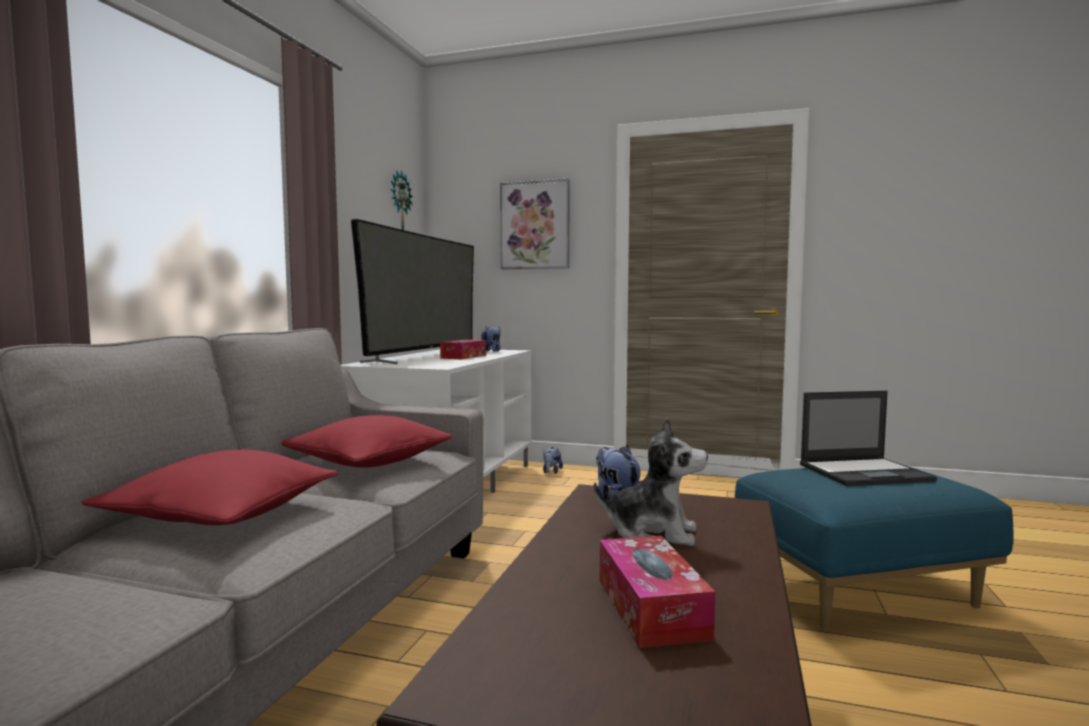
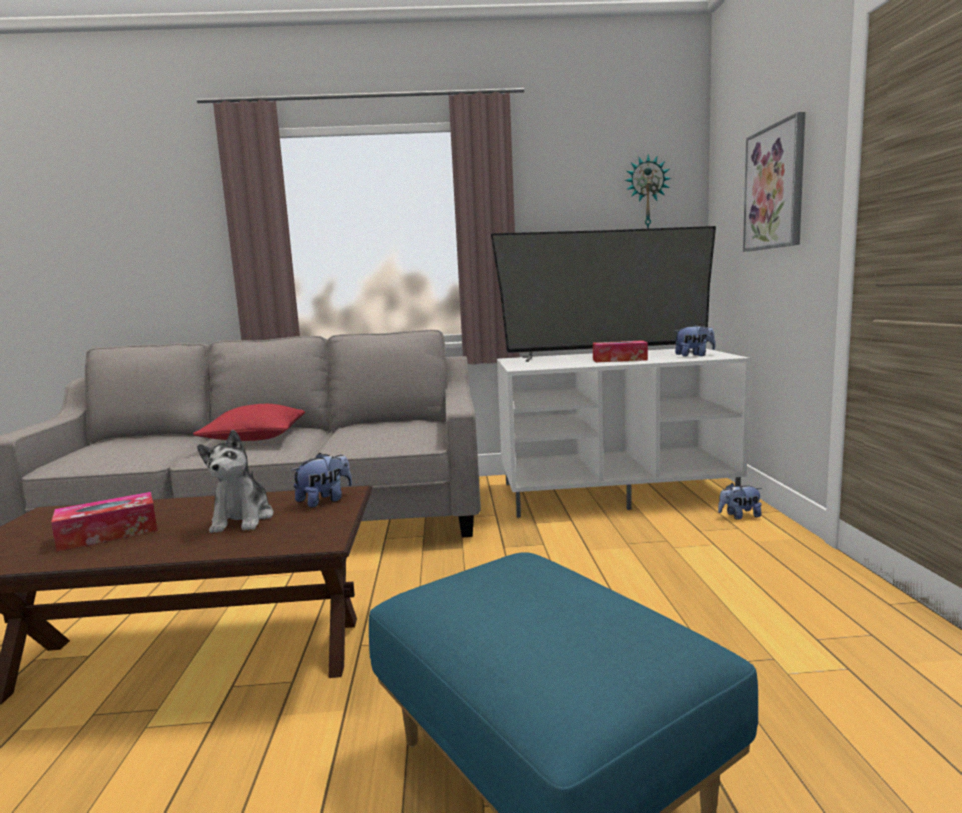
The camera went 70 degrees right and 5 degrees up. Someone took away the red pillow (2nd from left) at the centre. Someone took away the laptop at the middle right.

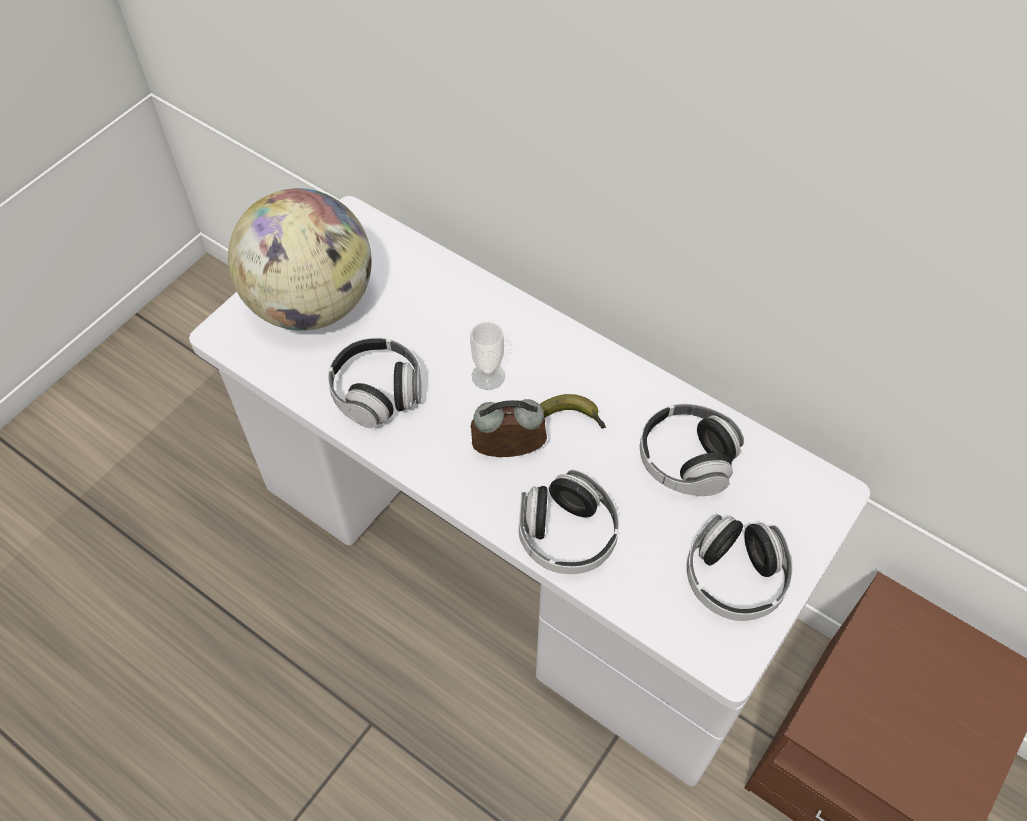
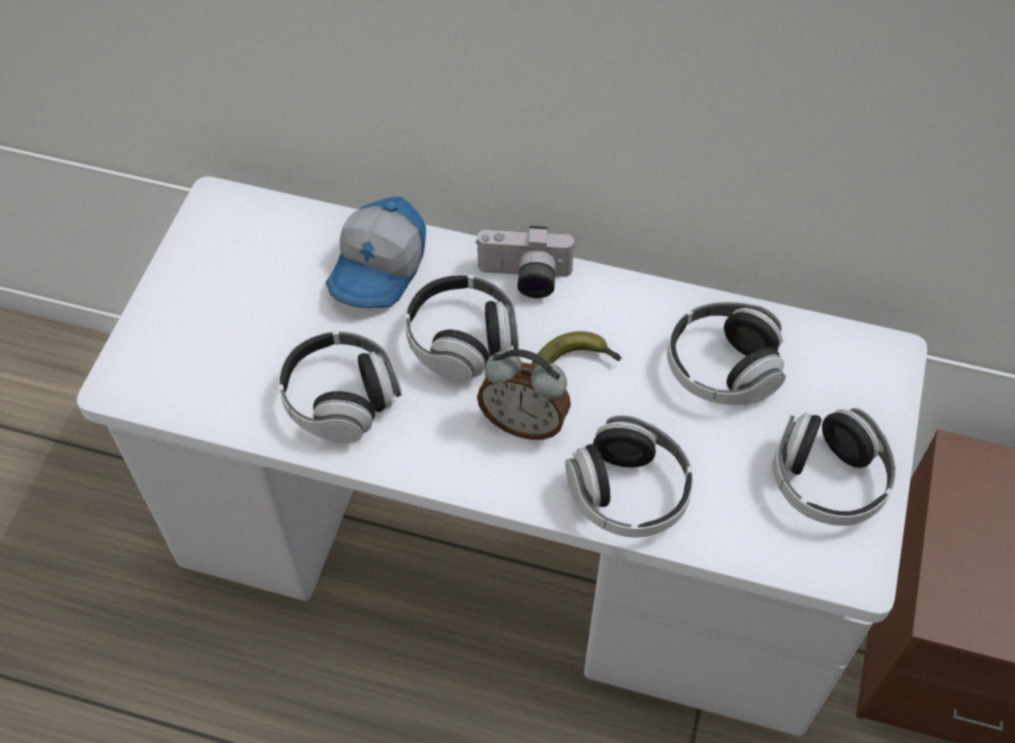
The camera went 20 degrees left and 0 degrees up. Someone took away the globe at the top left. Someone swapped the cup at the centre for the headphones (2nd from left) at the centre. Someone rotated the alarm clock at the centre by 135 degrees counterclockwise. Someone put down the cap at the centre. Someone put down the photo camera at the centre.

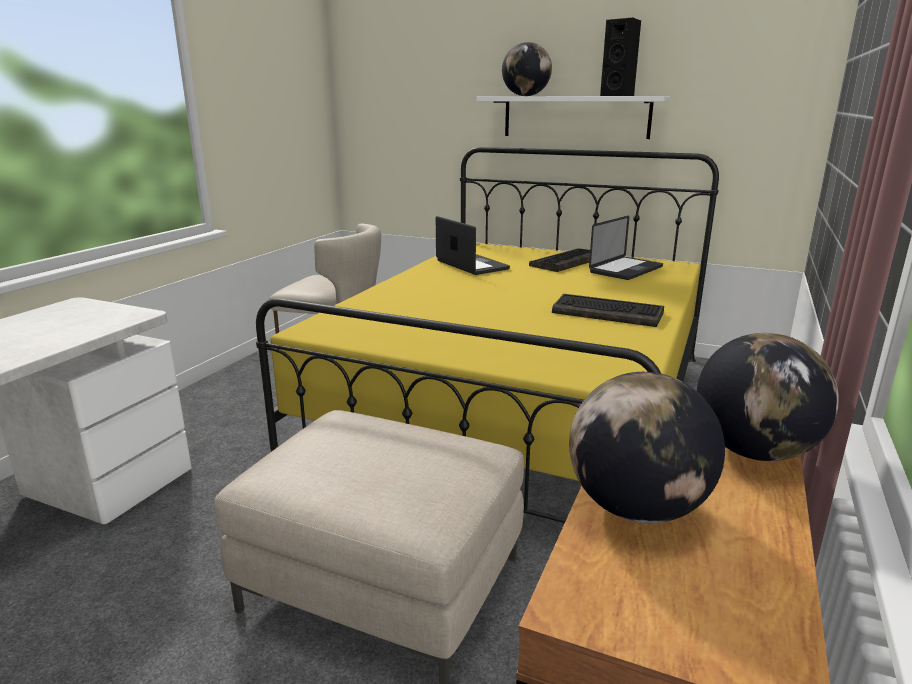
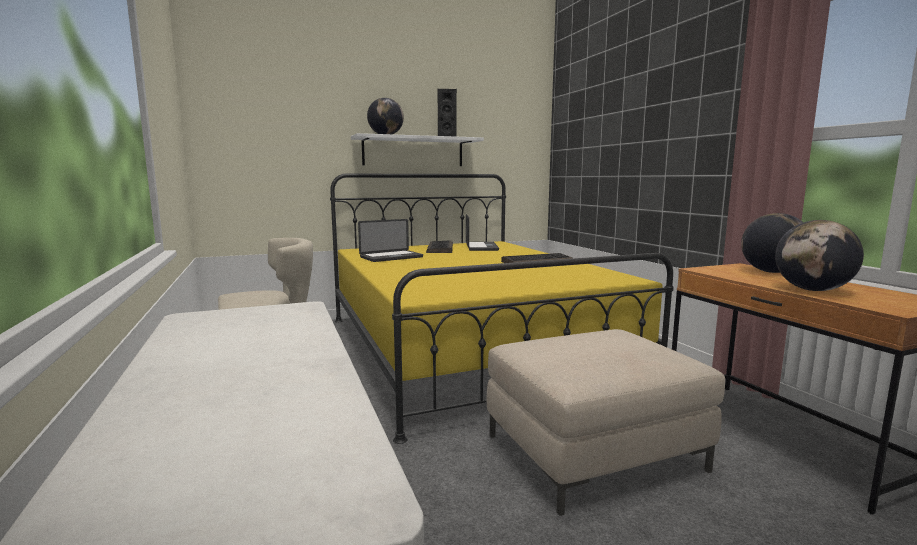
The camera went 45 degrees left and 10 degrees down. Someone rotated the laptop (1st from left) at the centre by 135 degrees clockwise.

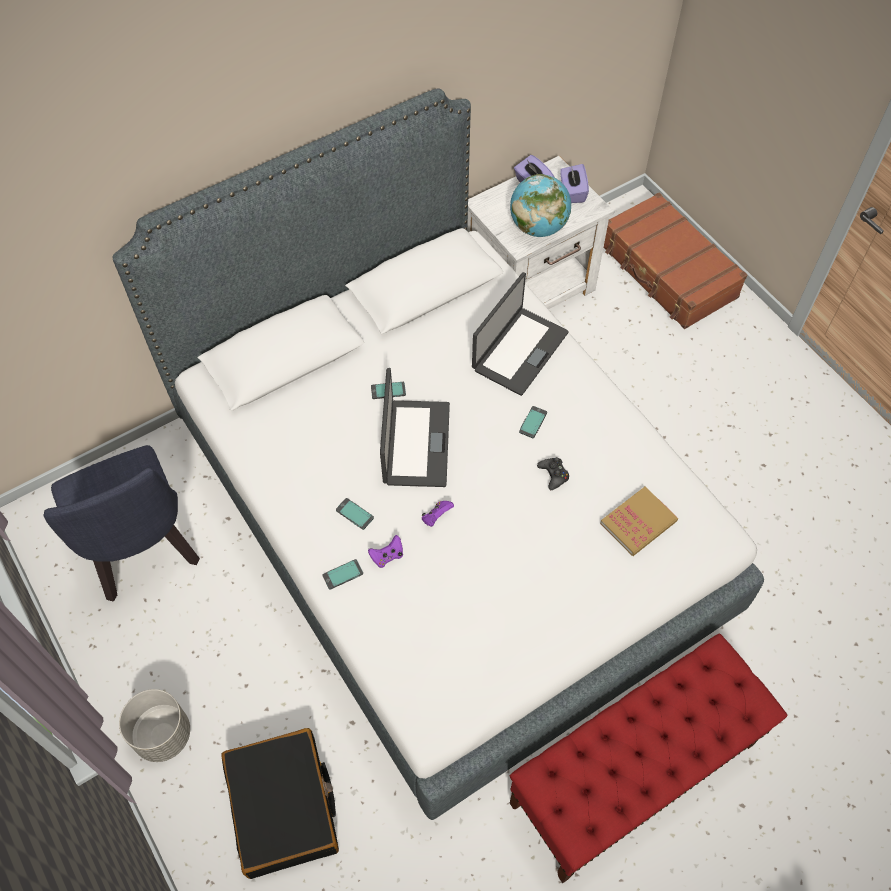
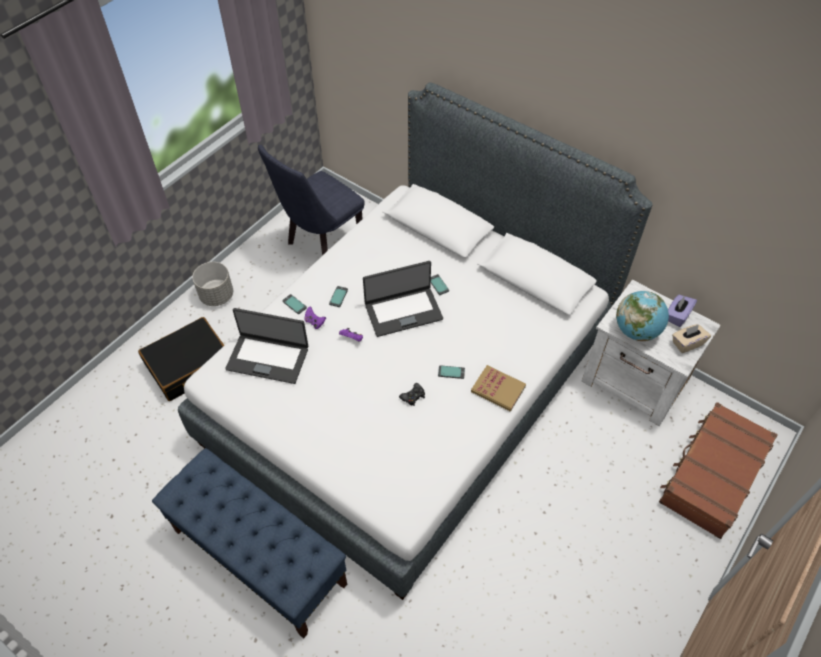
The camera went 70 degrees right and 5 degrees down. Someone carried the laptop (2nd from left in the first image) from the centre to the middle left. Someone repainted the red bench at the bottom right, which became the blue bench at the bottom left. Someone repainted the purple tissue box (2nd from left) at the top centre, which became the beige tissue box at the middle right. Someone carried the book from the middle right to the centre.

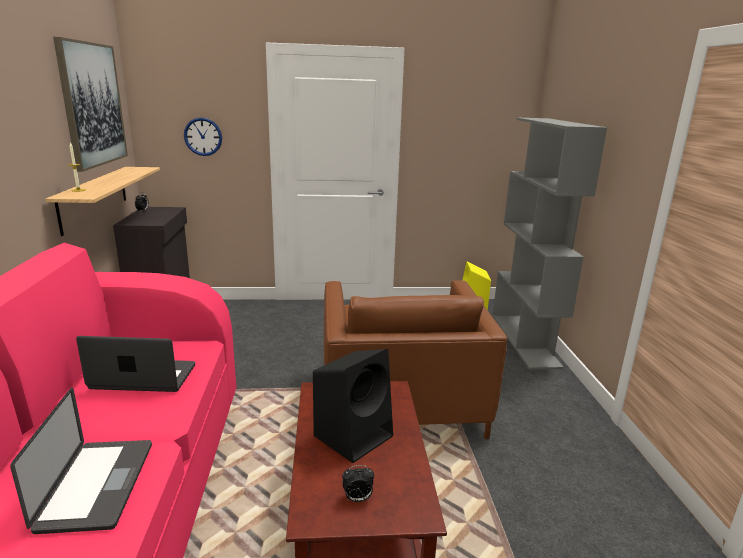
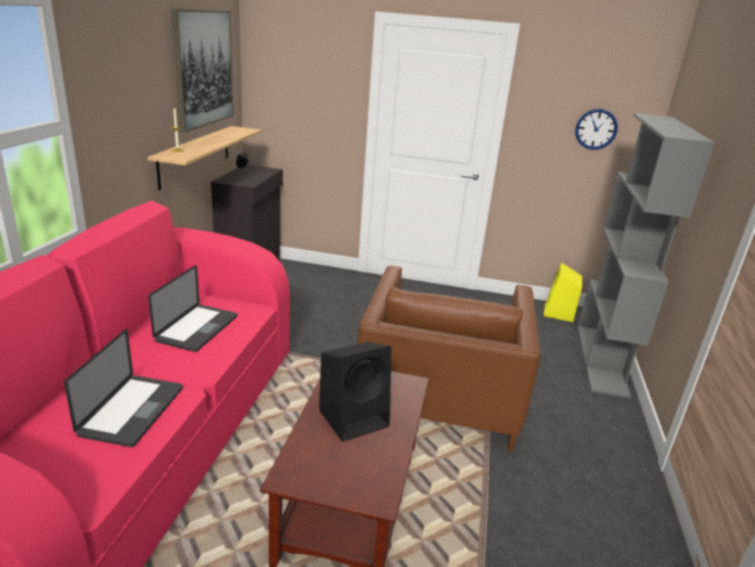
The camera went 15 degrees right and 5 degrees up. Someone rotated the laptop (2nd from left) at the middle left by 90 degrees clockwise. Someone carried the wall clock from the top left to the top right. Someone took away the alarm clock (2nd from left) at the bottom centre.

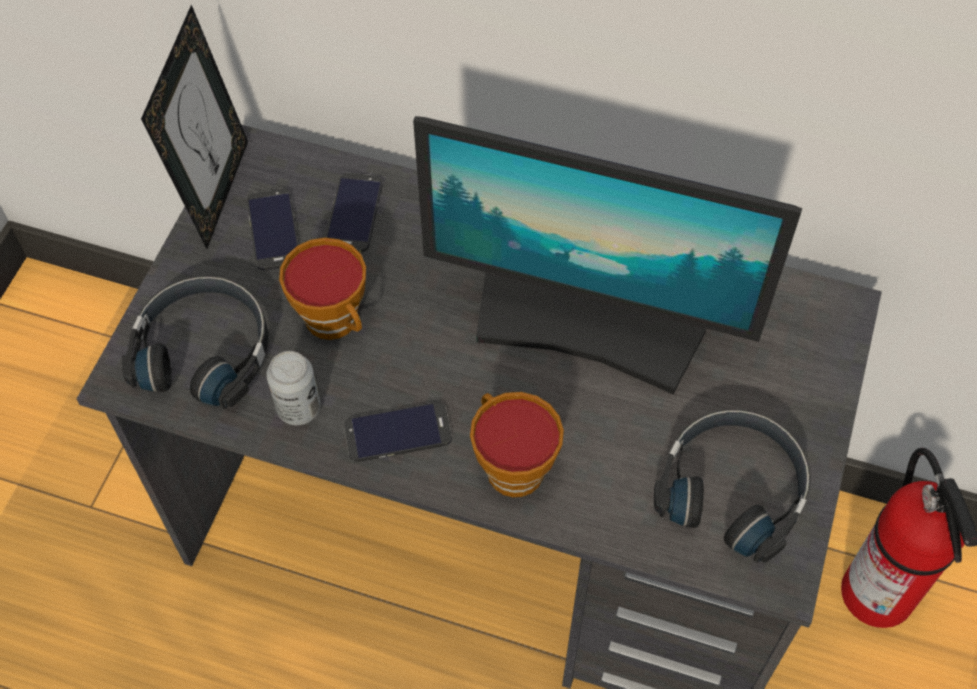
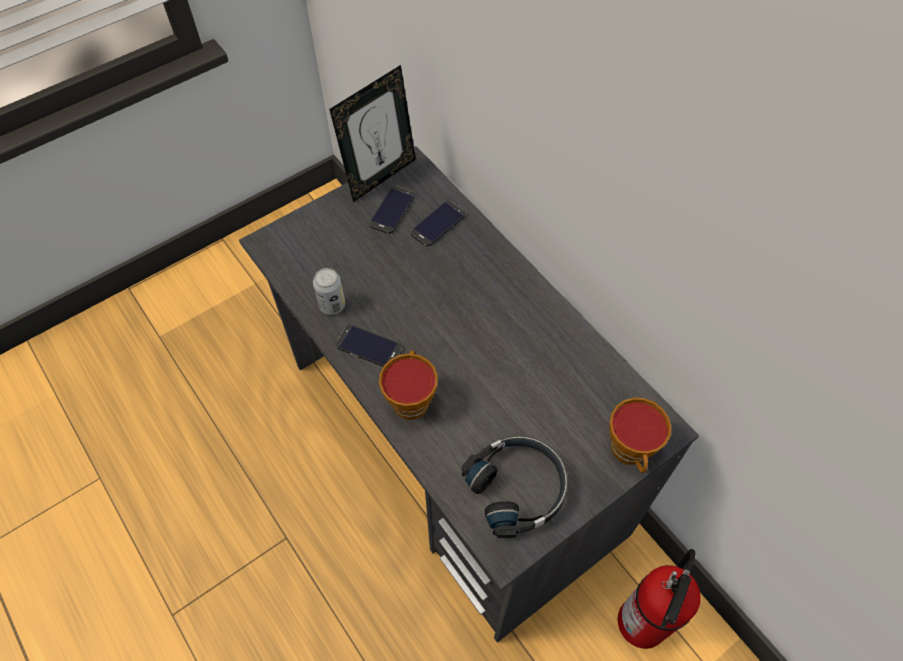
The camera went 35 degrees right and 0 degrees up. Someone took away the black headphones (1st from left) at the middle left. Someone carried the cup (1st from left in the first image) from the middle left to the middle right. Someone took away the monitor at the centre.

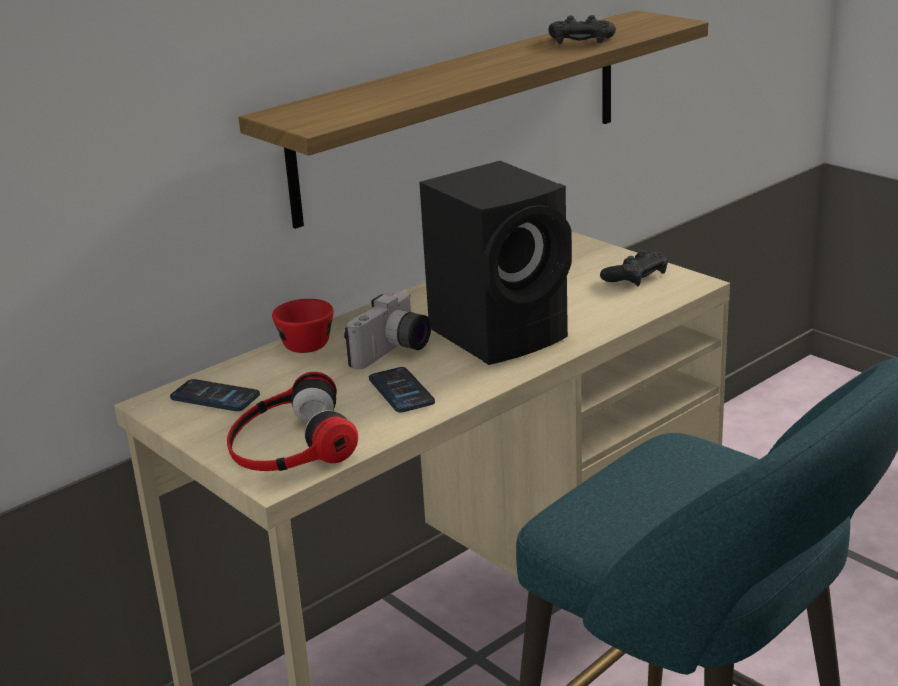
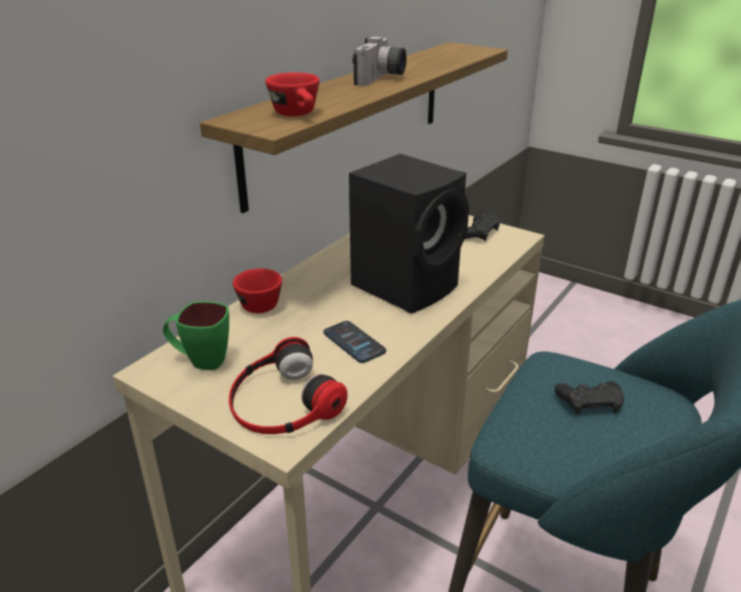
The camera went 15 degrees left and 5 degrees up. Someone swapped the phone (1st from left) at the middle left for the green mug at the middle left. Someone carried the photo camera from the centre to the top centre. Someone carried the black game controller (1st from left in the first image) from the top centre to the bottom right. Someone put down the red cup (2nd from left) at the top centre.

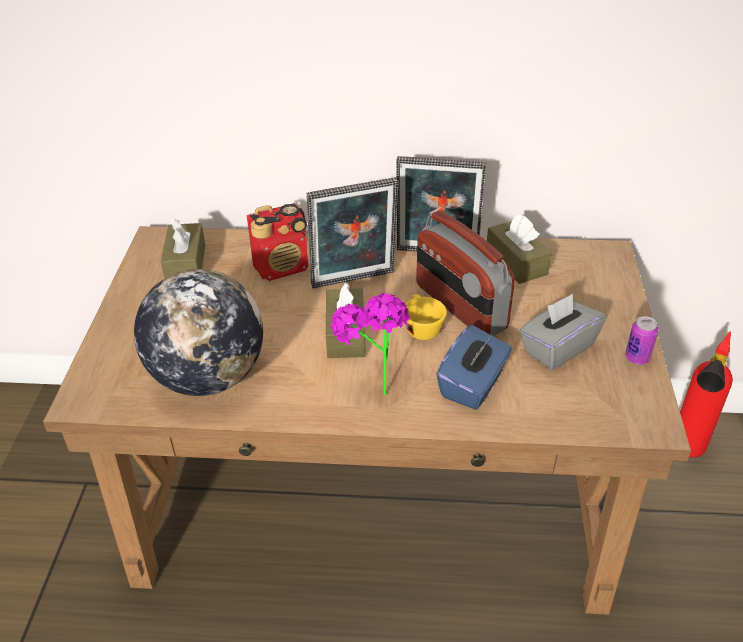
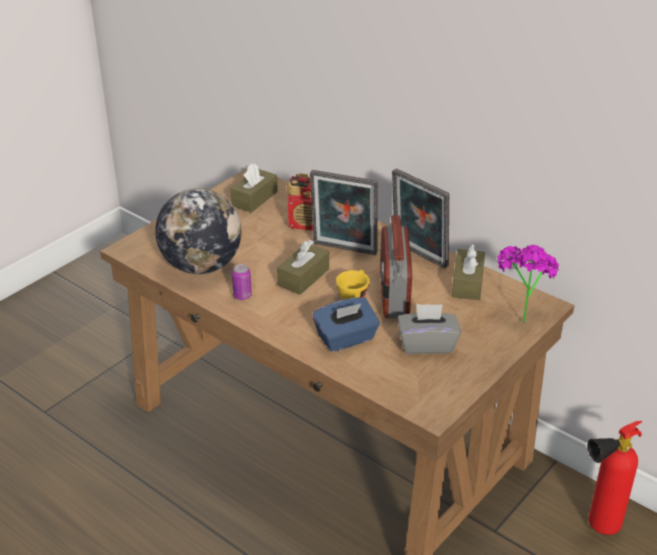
The camera went 35 degrees right and 5 degrees down. Someone carried the potted plant from the centre to the middle right. Someone carried the can from the middle right to the centre.

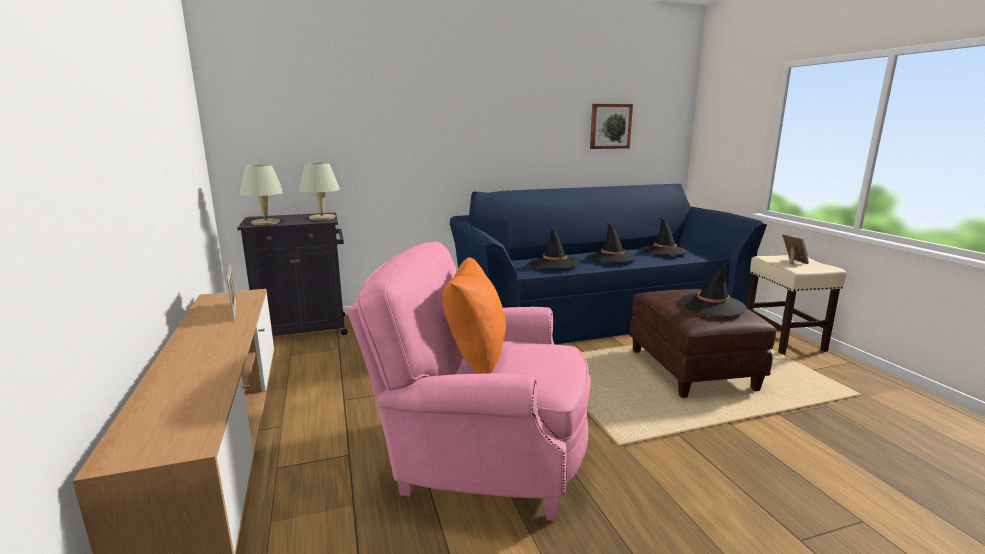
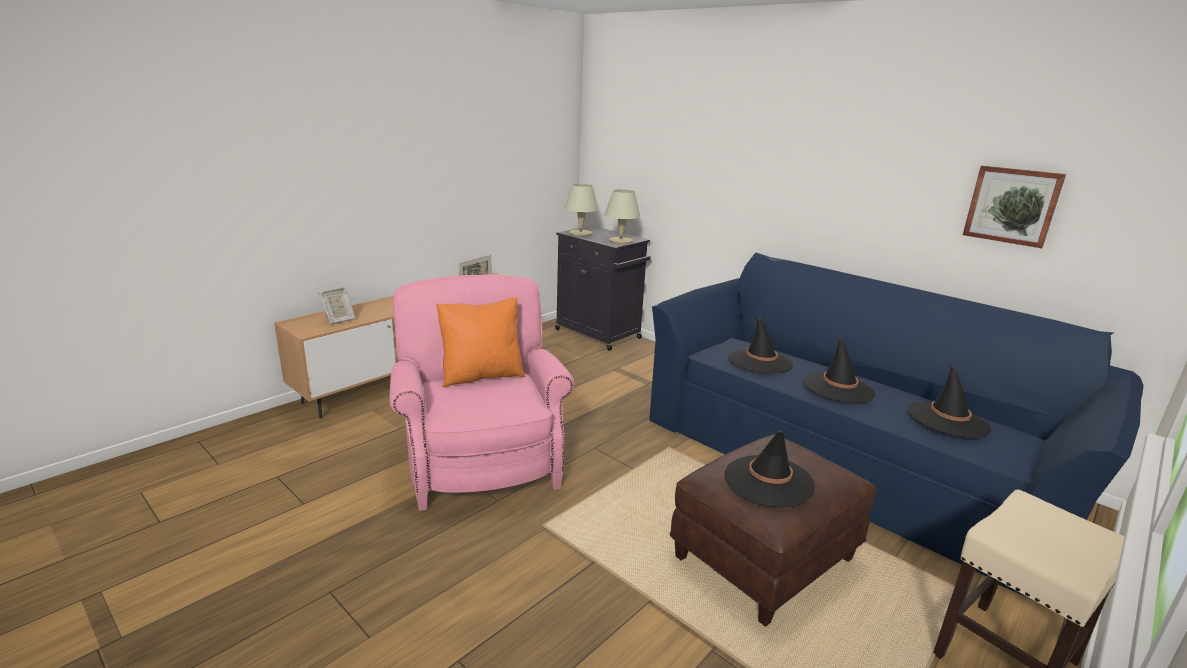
The camera went 60 degrees right and 5 degrees up. Someone carried the picture frame (2nd from left in the first image) from the middle right to the middle left.

